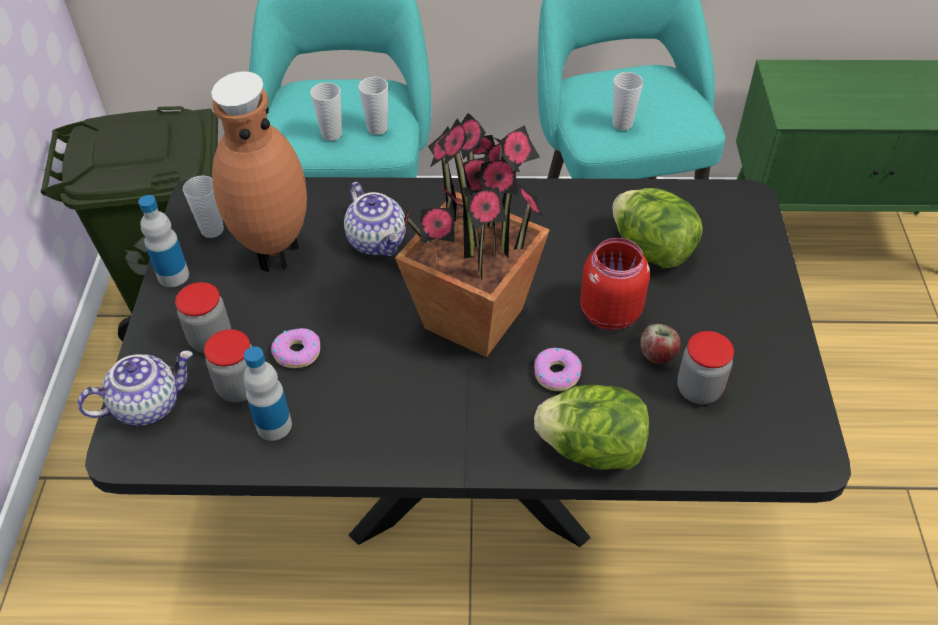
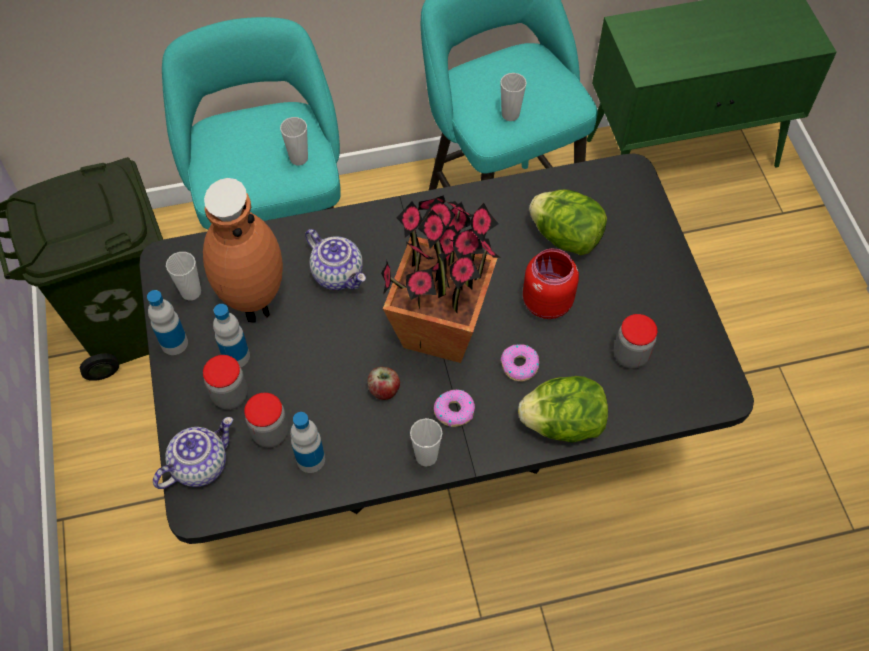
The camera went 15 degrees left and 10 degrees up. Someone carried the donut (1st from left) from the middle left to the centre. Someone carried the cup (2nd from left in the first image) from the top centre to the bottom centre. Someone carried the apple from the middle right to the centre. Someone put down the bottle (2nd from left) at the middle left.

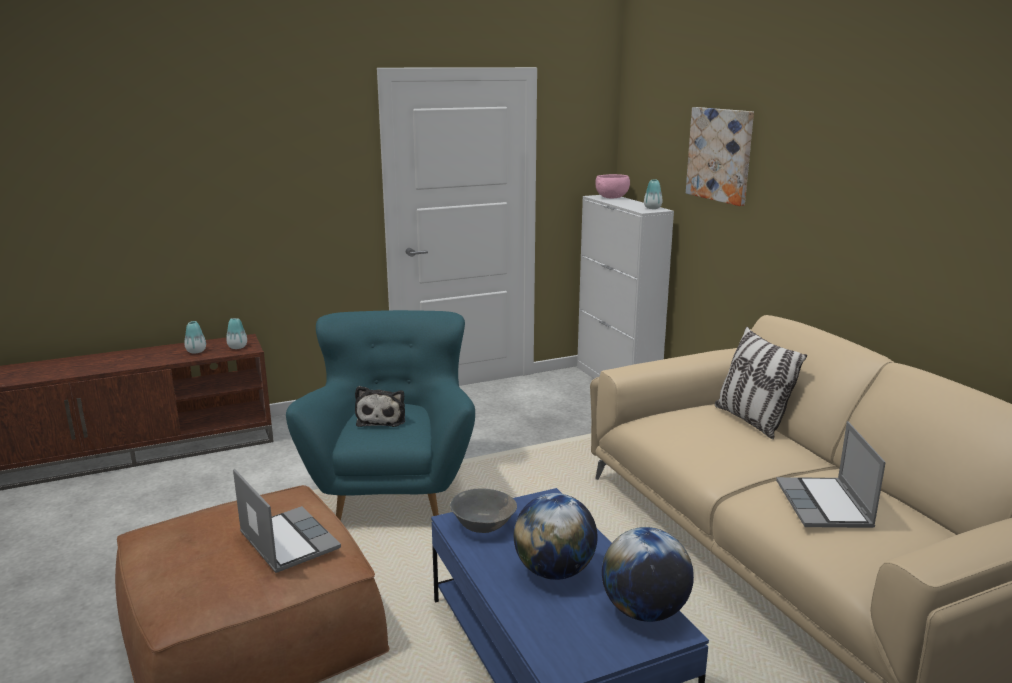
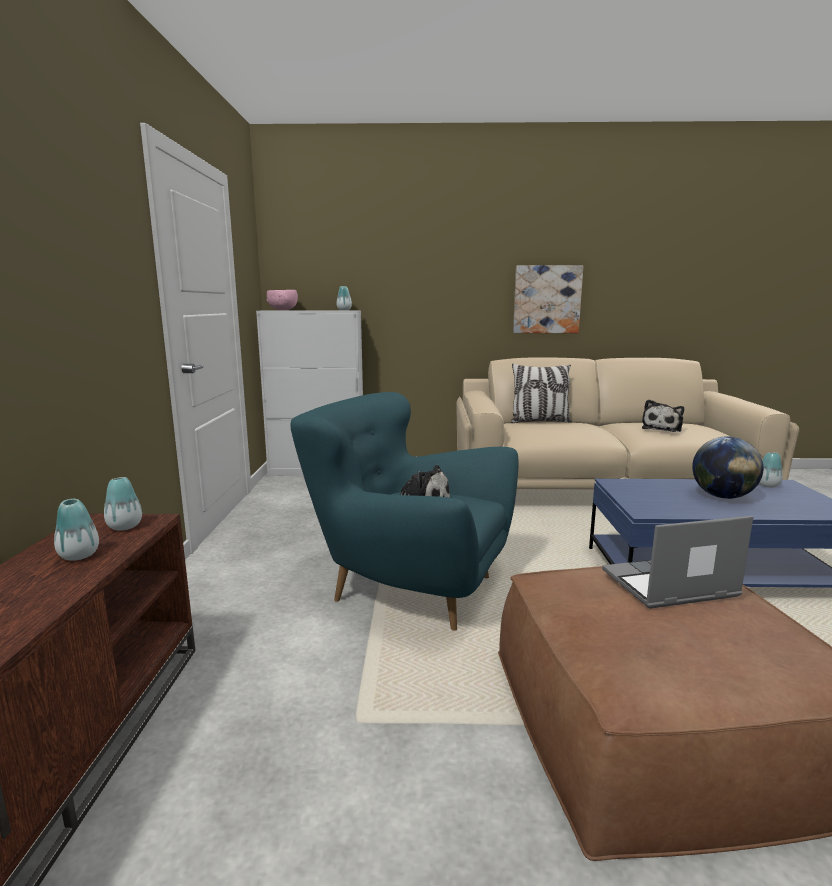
The camera went 65 degrees left and 5 degrees down. Someone took away the grey bowl at the bottom centre. Someone swapped the globe (2nd from left) at the bottom centre for the vase (4th from left) at the middle right. Someone carried the picture from the top right to the centre. Someone swapped the laptop (2nd from left) at the bottom right for the plush toy (2nd from left) at the middle right.

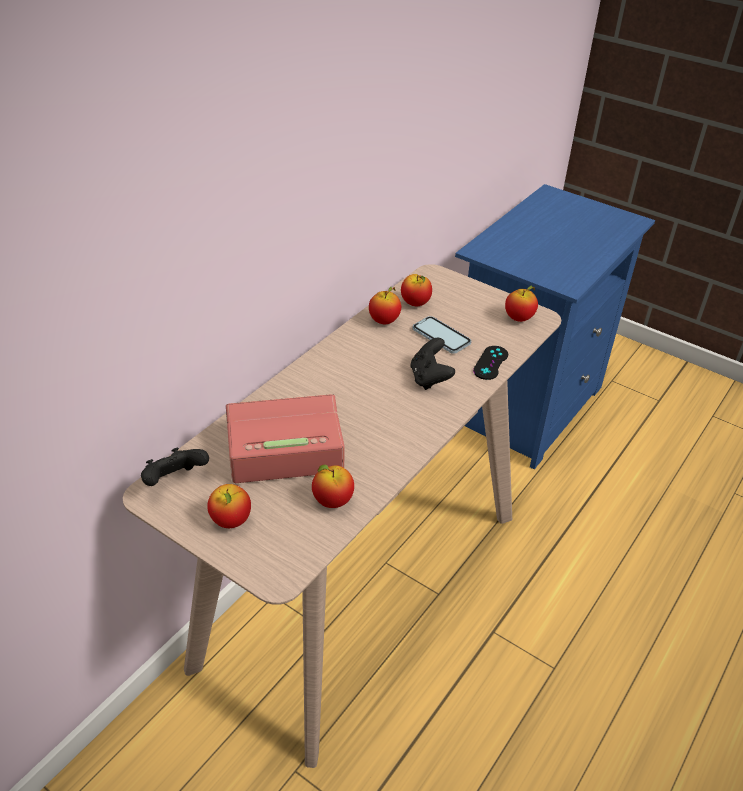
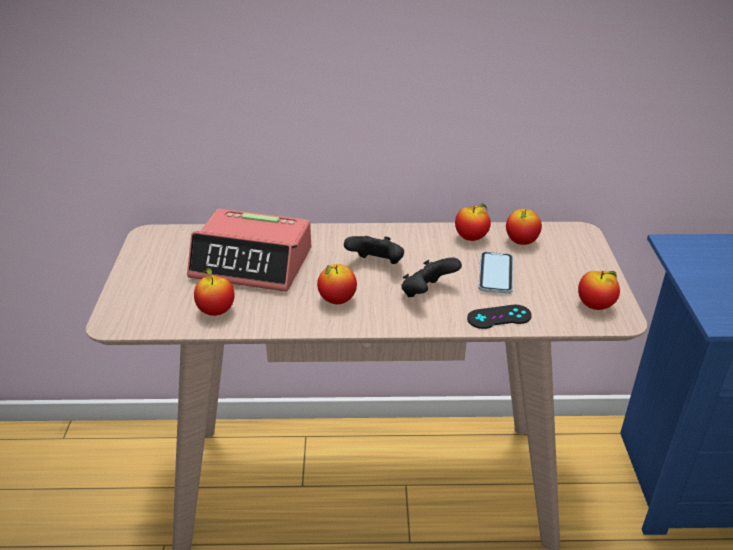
The camera went 55 degrees right and 5 degrees down. Someone carried the black game controller (1st from left) from the middle left to the centre. Someone carried the apple (1st from left in the first image) from the middle left to the centre. Someone rotated the alarm clock at the centre by 150 degrees clockwise.

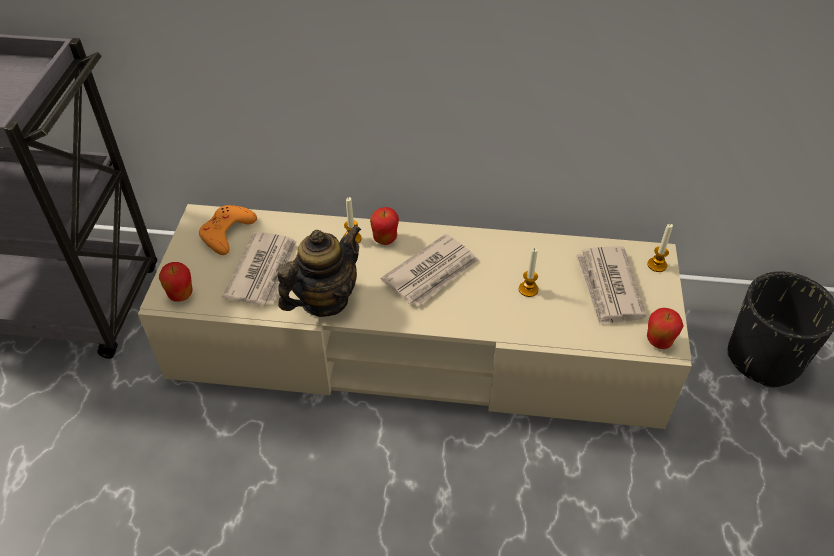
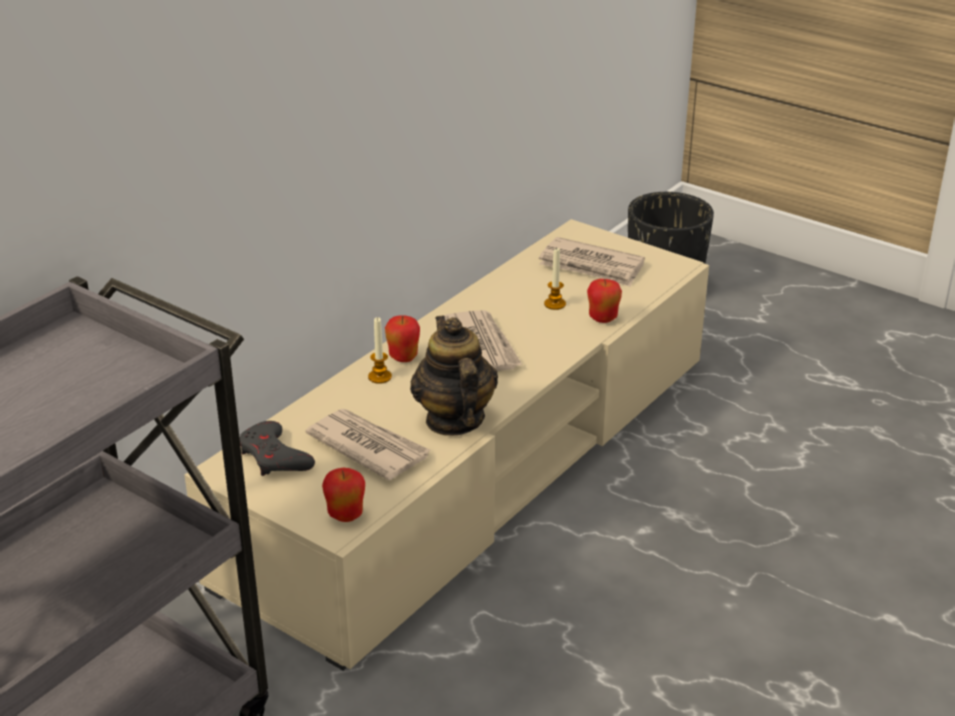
The camera went 60 degrees left and 15 degrees down. Someone repainted the orange game controller at the middle left, which became the grey game controller at the middle left. Someone took away the candle (3rd from left) at the middle right. Someone carried the apple (3rd from left) from the middle right to the centre.

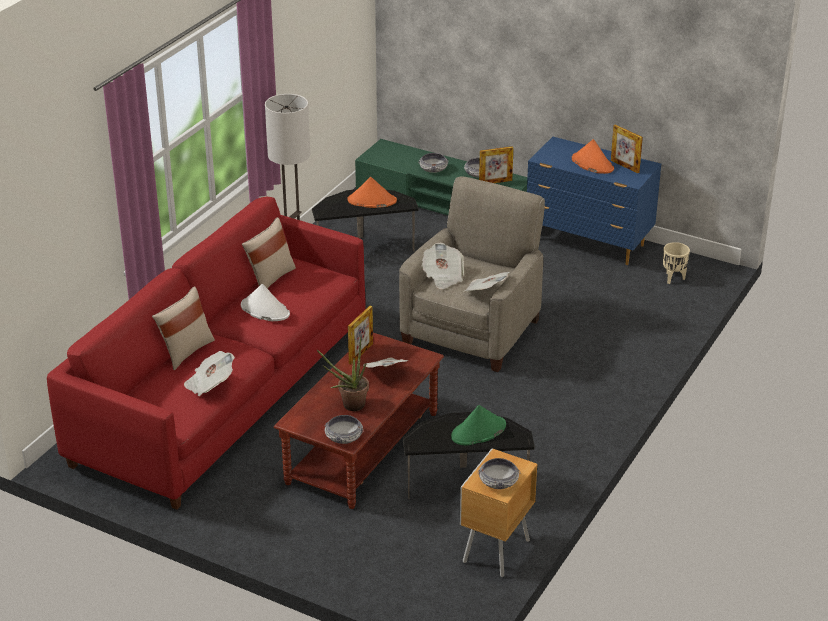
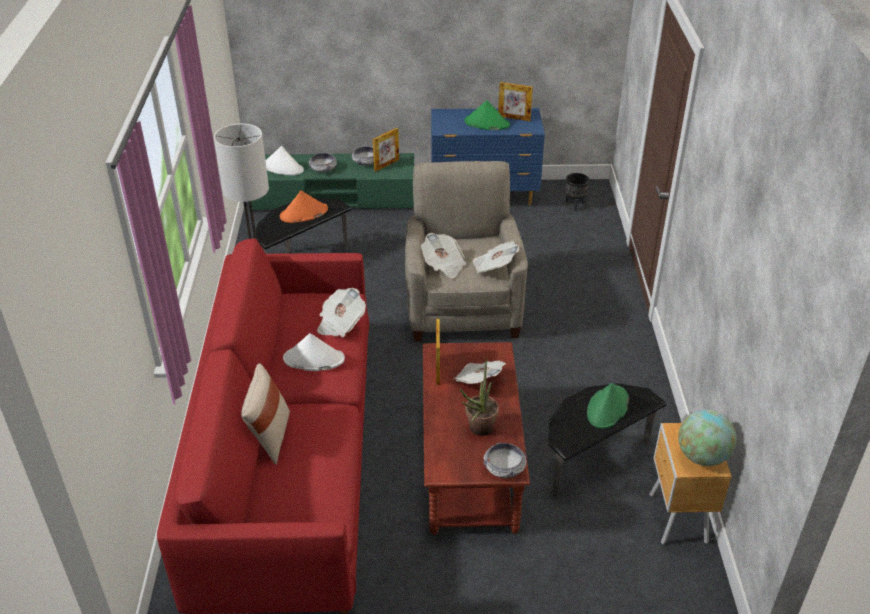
The camera went 30 degrees left and 5 degrees up. Someone carried the newspaper (1st from left) from the middle left to the centre. Someone took away the beige pillow (2nd from left) at the middle left. Someone swapped the bowl (4th from left) at the bottom centre for the globe at the bottom right. Someone repainted the orange hat (2nd from left) at the top right, which became the green hat (1st from left) at the top centre. Someone repainted the beige planter at the middle right, which became the black planter at the top centre. Someone put down the white hat (1st from left) at the top left.

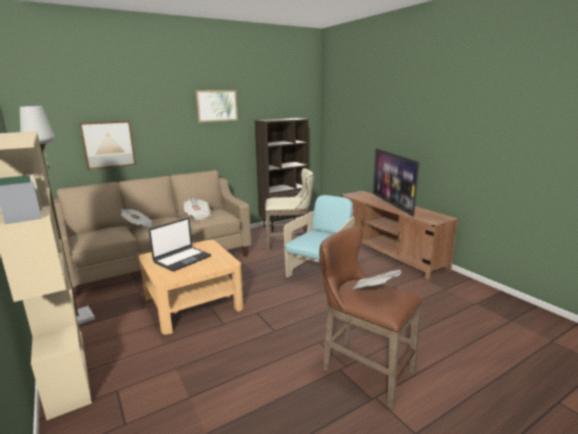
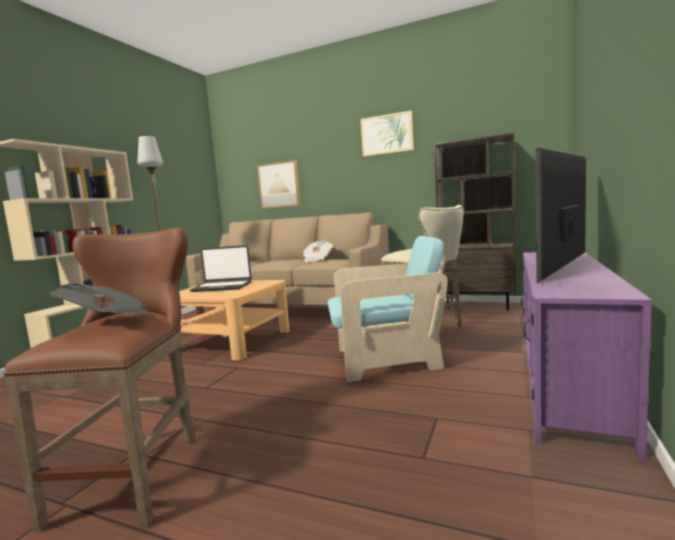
The camera went 55 degrees right and 10 degrees down. Someone took away the newspaper (1st from left) at the middle left. Someone repainted the brown tv stand at the middle right, which became the purple tv stand at the middle right.

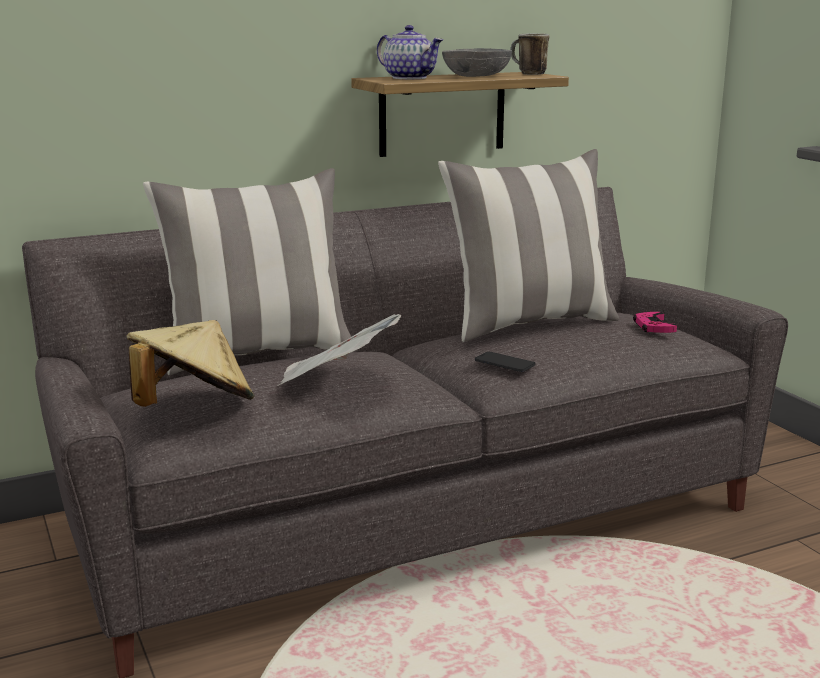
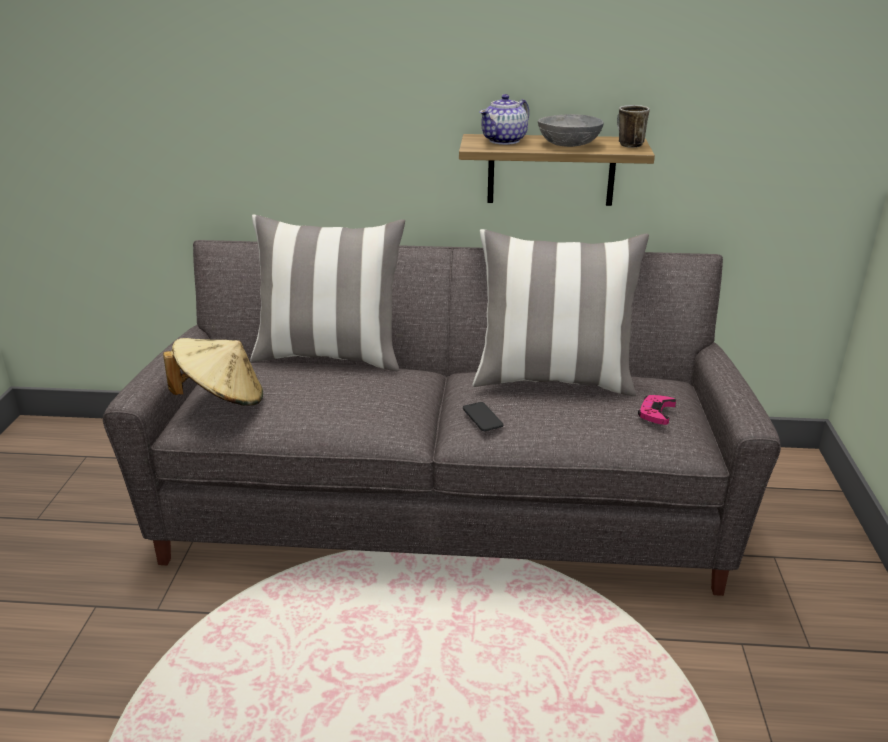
The camera went 30 degrees right and 10 degrees up. Someone took away the newspaper at the centre. Someone rotated the teapot at the top centre by 60 degrees clockwise.

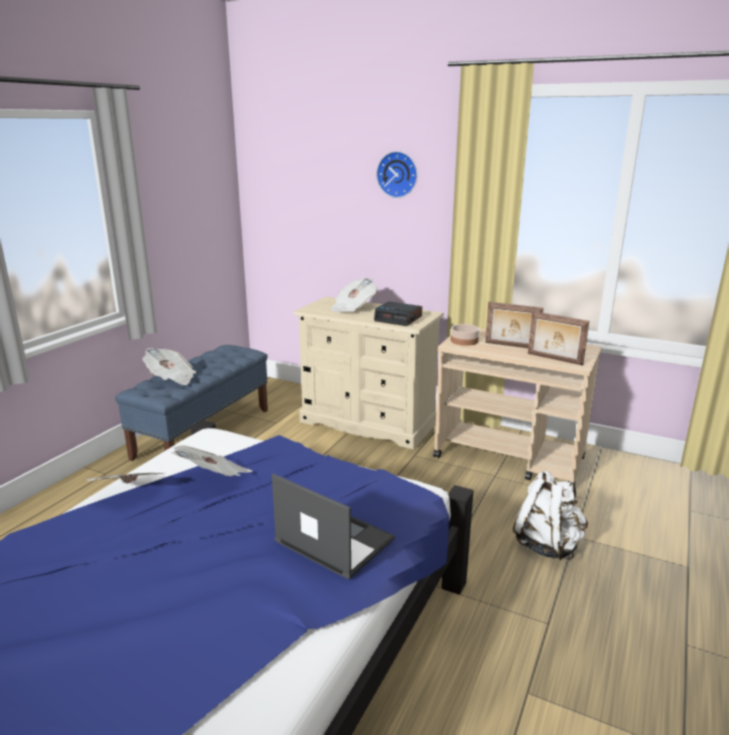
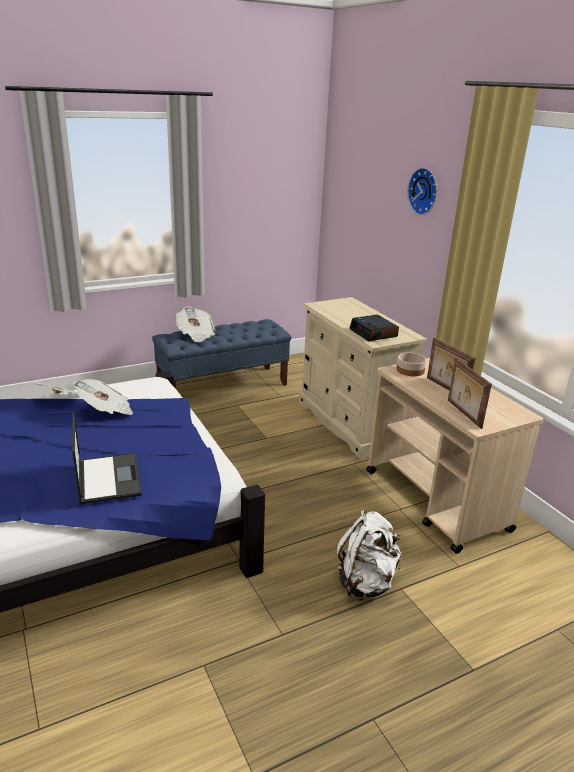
The camera went 35 degrees right and 5 degrees up. Someone took away the newspaper (4th from left) at the centre.

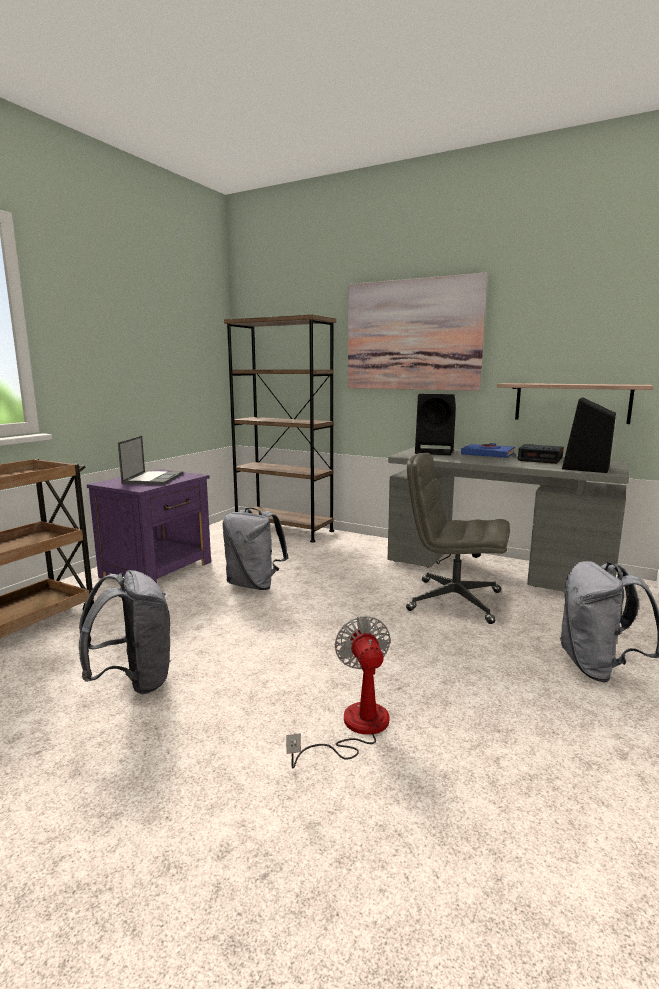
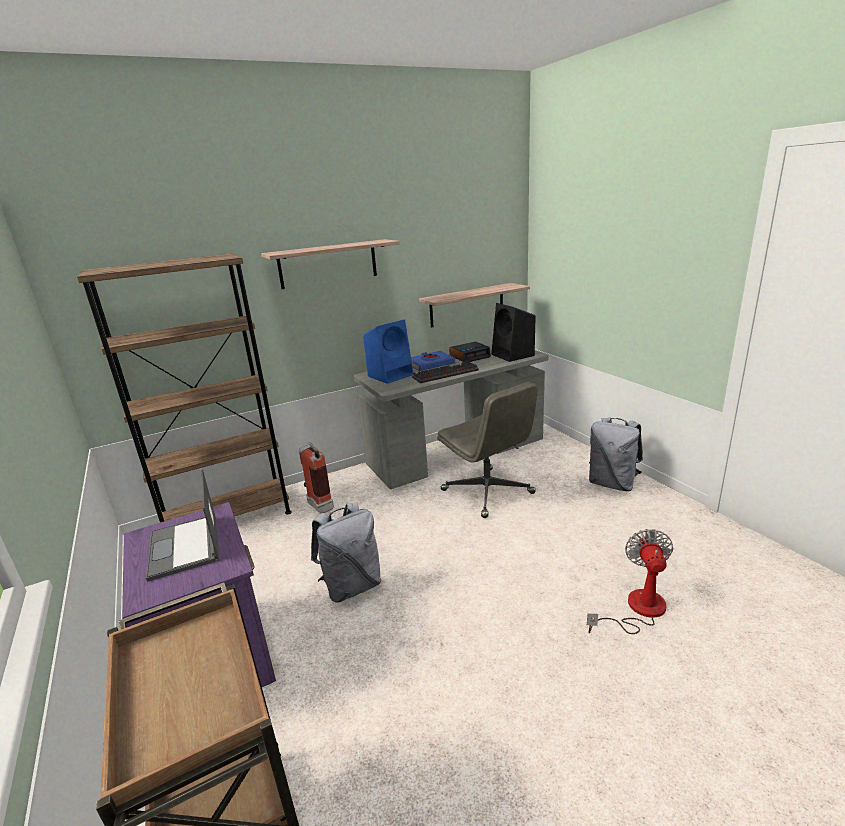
The camera went 55 degrees left and 10 degrees up. Someone took away the grey backpack (1st from left) at the middle left. Someone rotated the laptop at the middle left by 150 degrees counterclockwise. Someone rotated the fan at the bottom centre by 75 degrees clockwise. Someone swapped the picture at the centre for the shelf (1st from left) at the top centre. Someone rotated the grey office chair at the middle right by 90 degrees counterclockwise. Someone repainted the black speaker (1st from left) at the centre, which became the blue speaker at the centre. Someone put down the fire extinguisher at the centre. Someone put down the keyboard at the centre.

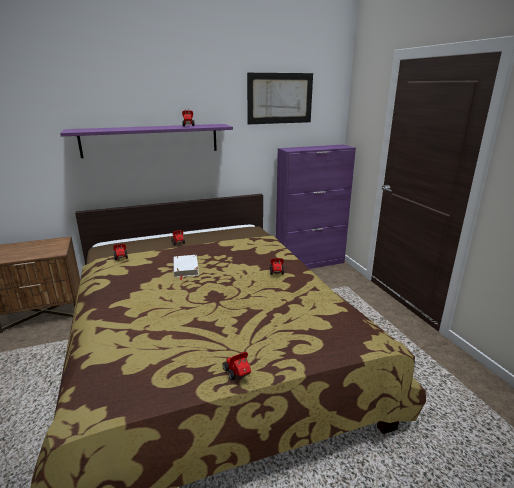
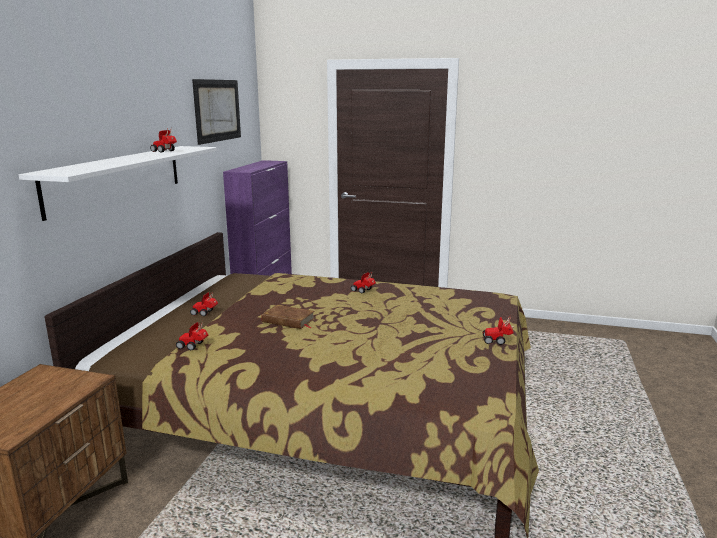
The camera went 55 degrees left and 5 degrees down. Someone repainted the purple shelf at the top left, which became the white shelf at the middle left. Someone repainted the white book at the centre, which became the brown book at the centre.

